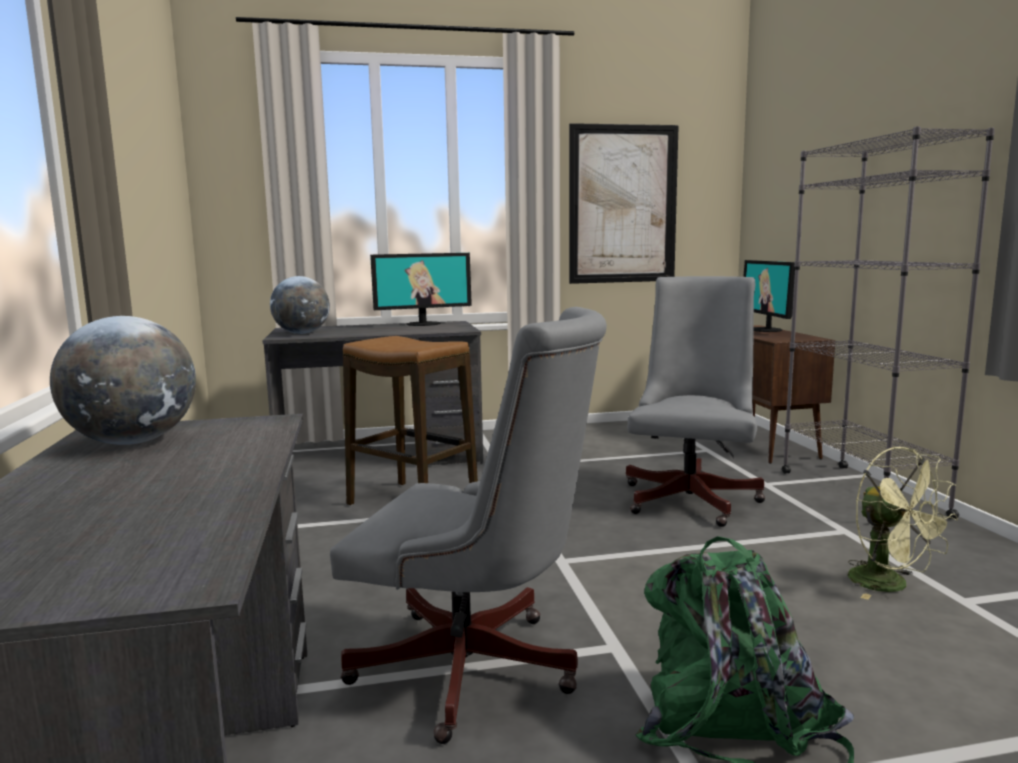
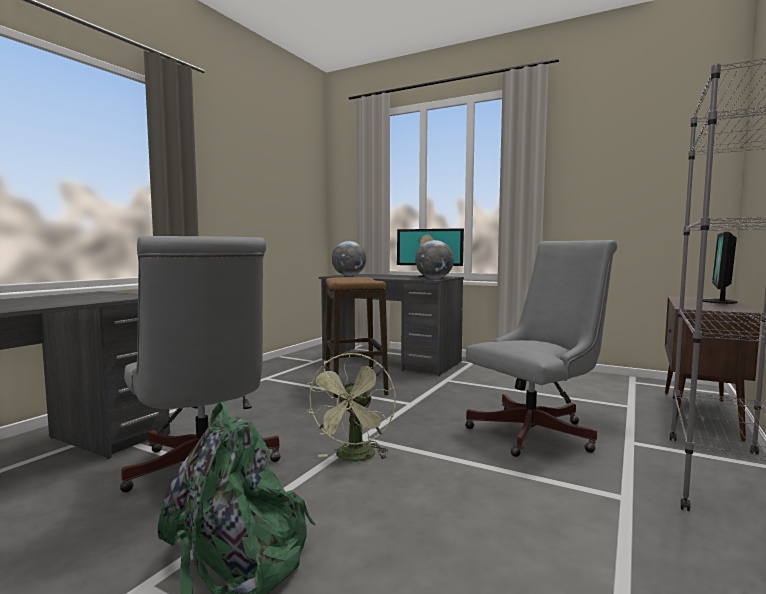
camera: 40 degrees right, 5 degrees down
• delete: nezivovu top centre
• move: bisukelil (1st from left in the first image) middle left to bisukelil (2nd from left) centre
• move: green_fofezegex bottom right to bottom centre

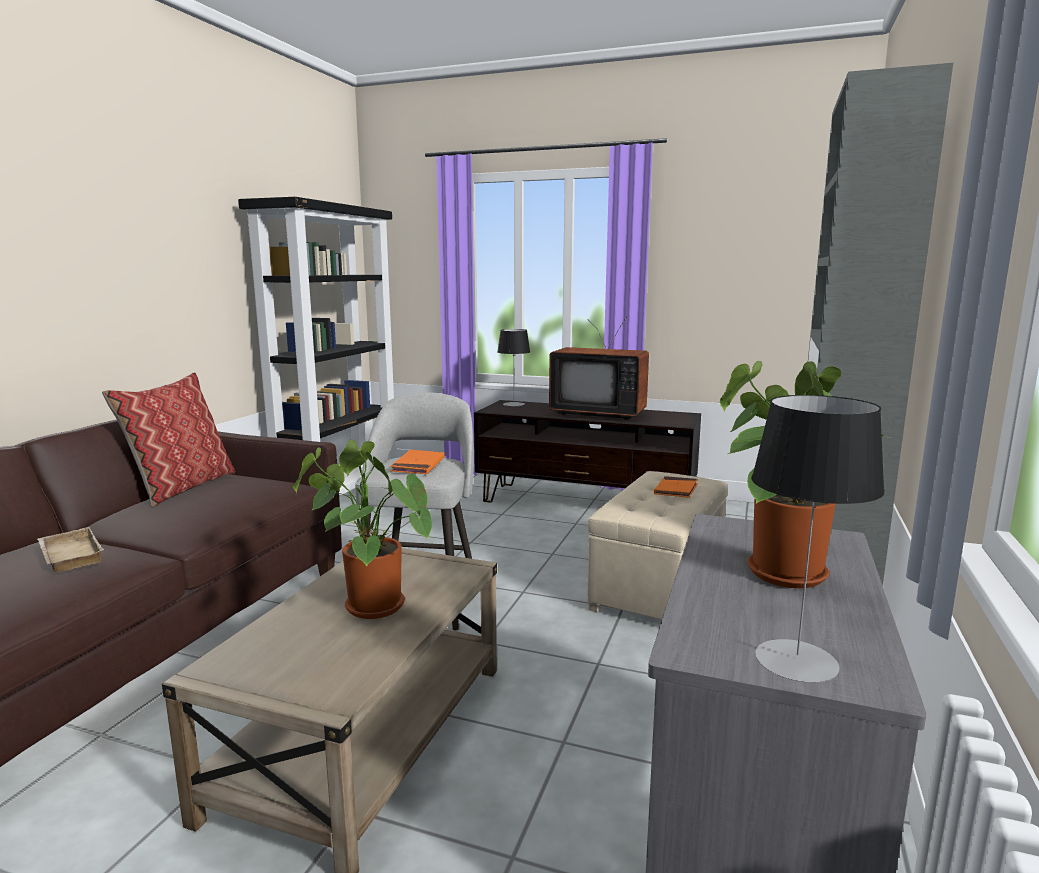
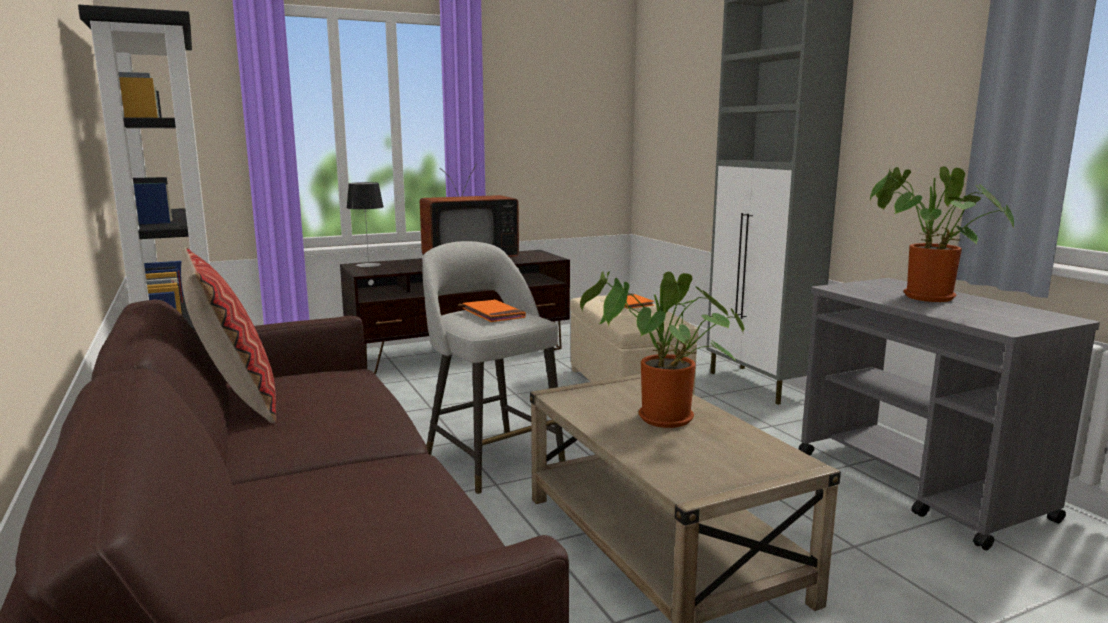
camera: 45 degrees left, 0 degrees up
• delete: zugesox (2nd from left) middle right
• delete: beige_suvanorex middle left

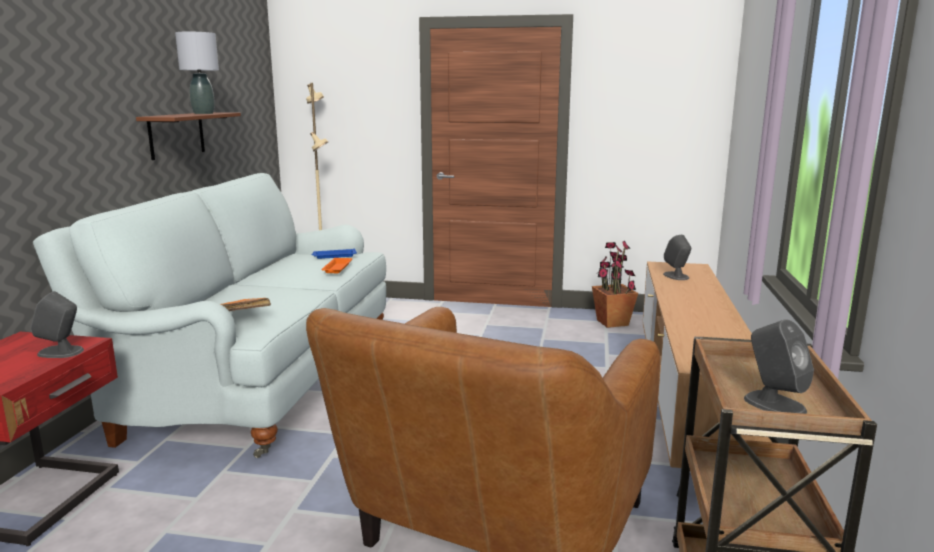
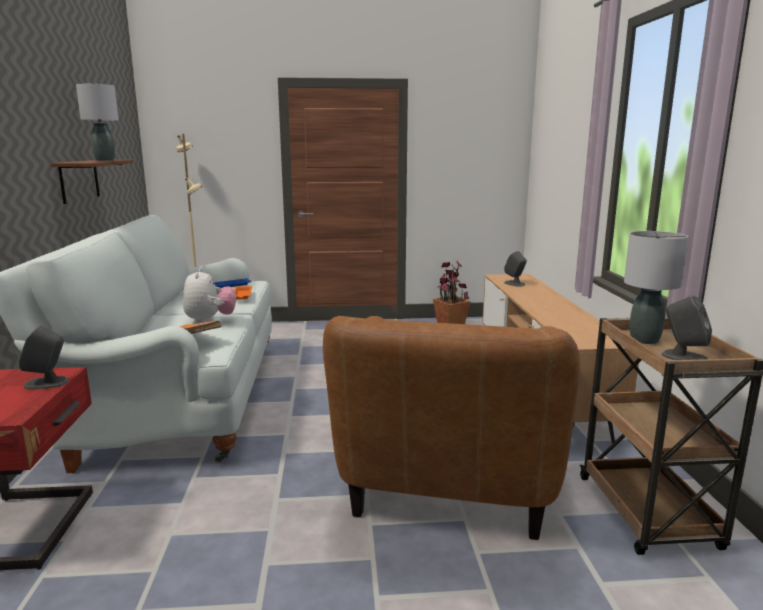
camera: 15 degrees left, 0 degrees up
• insert: grey_zugesox (2nd from left) middle right
• insert: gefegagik middle left

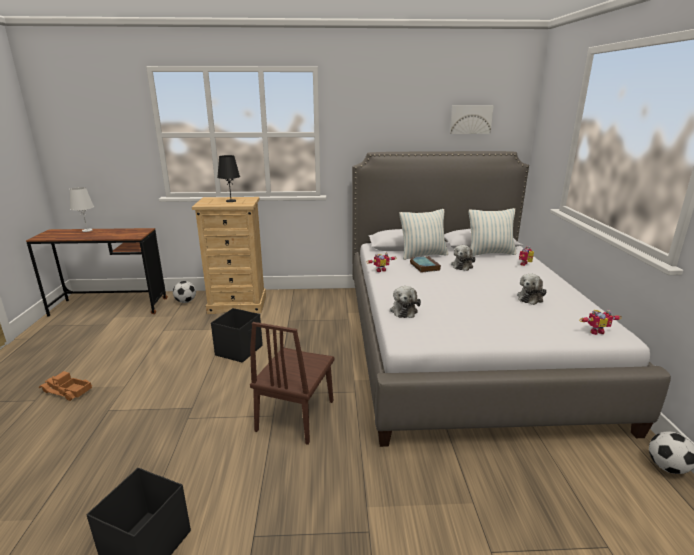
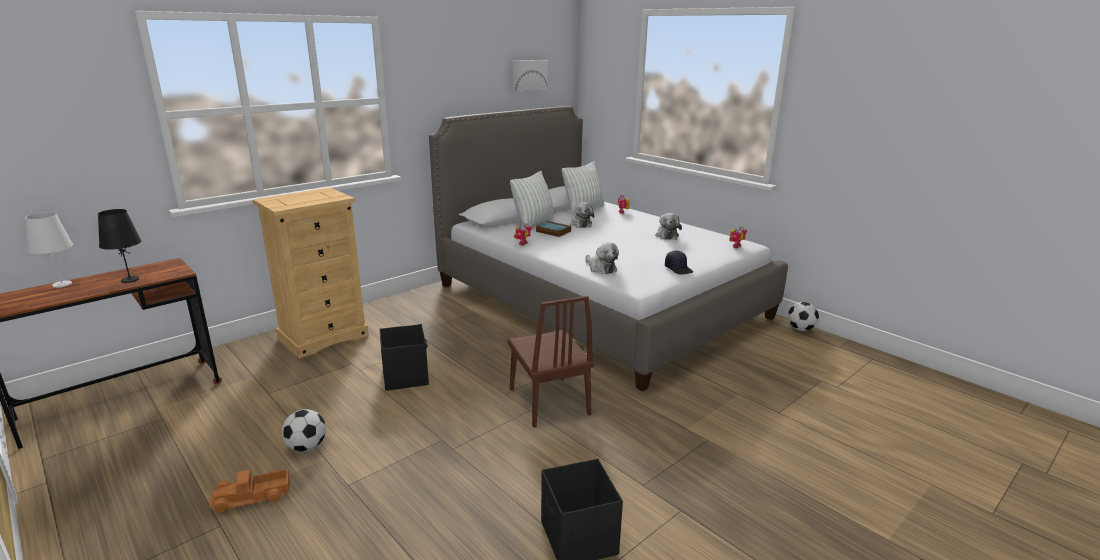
camera: 40 degrees left, 0 degrees up
• move: black_zugesox top left to middle left
• move: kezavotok (1st from left) middle left to bottom left
• insert: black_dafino centre

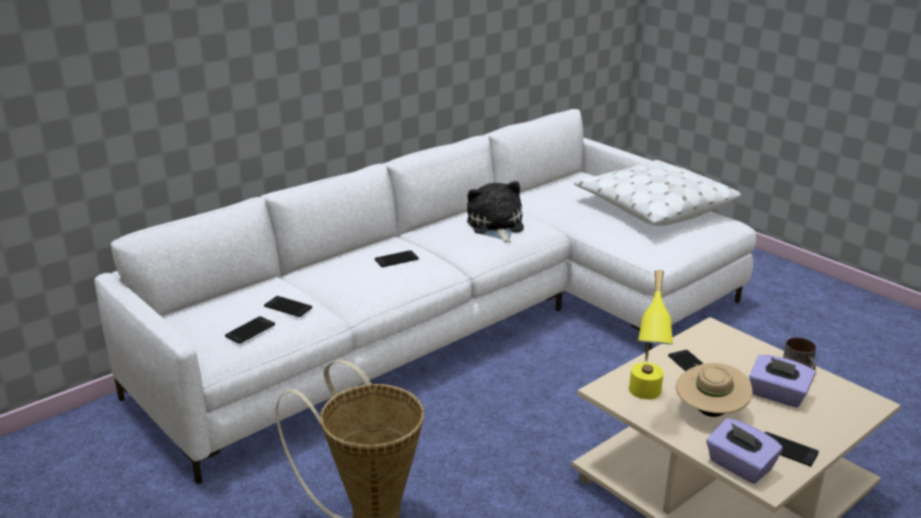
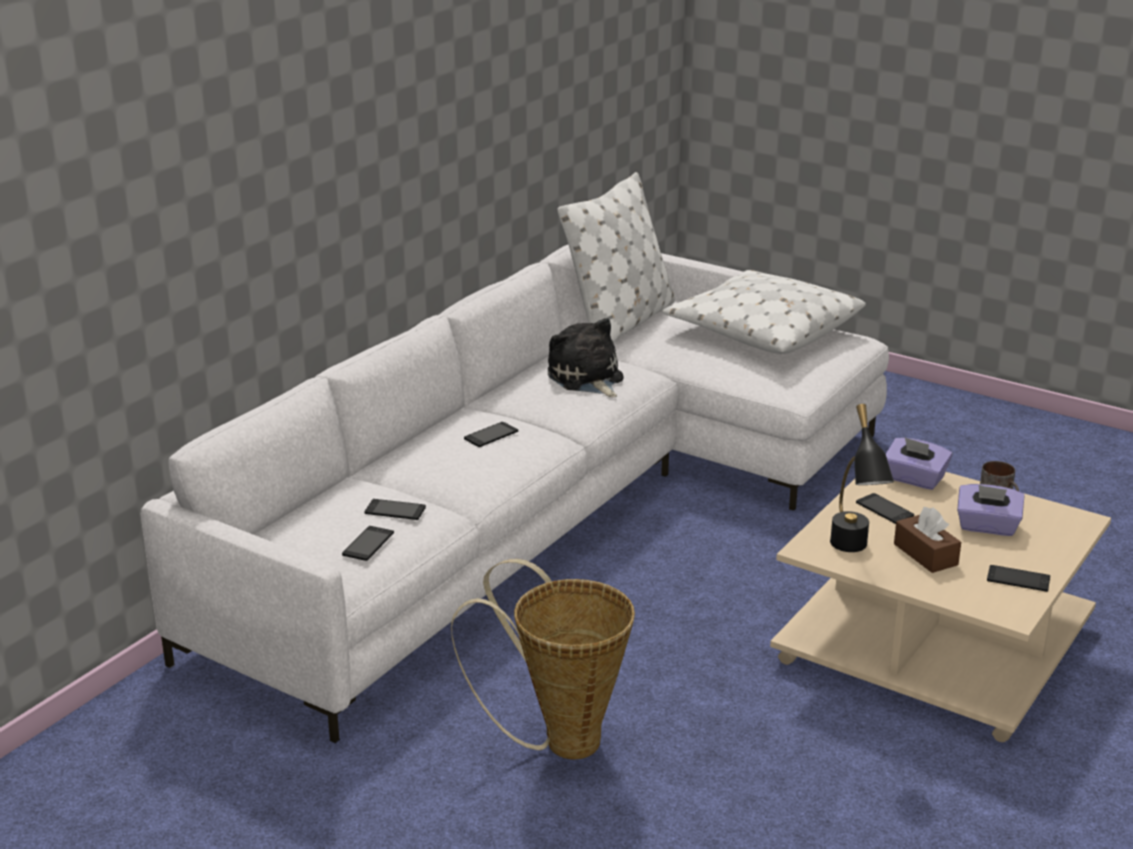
camera: 15 degrees left, 0 degrees up
• recolor: yellow_zugesox middle right to black_zugesox middle right
• replace: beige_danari bottom right to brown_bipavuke middle right
• move: purple_bipavuke (1st from left) bottom right to middle right
• insert: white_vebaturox (1st from left) top centre

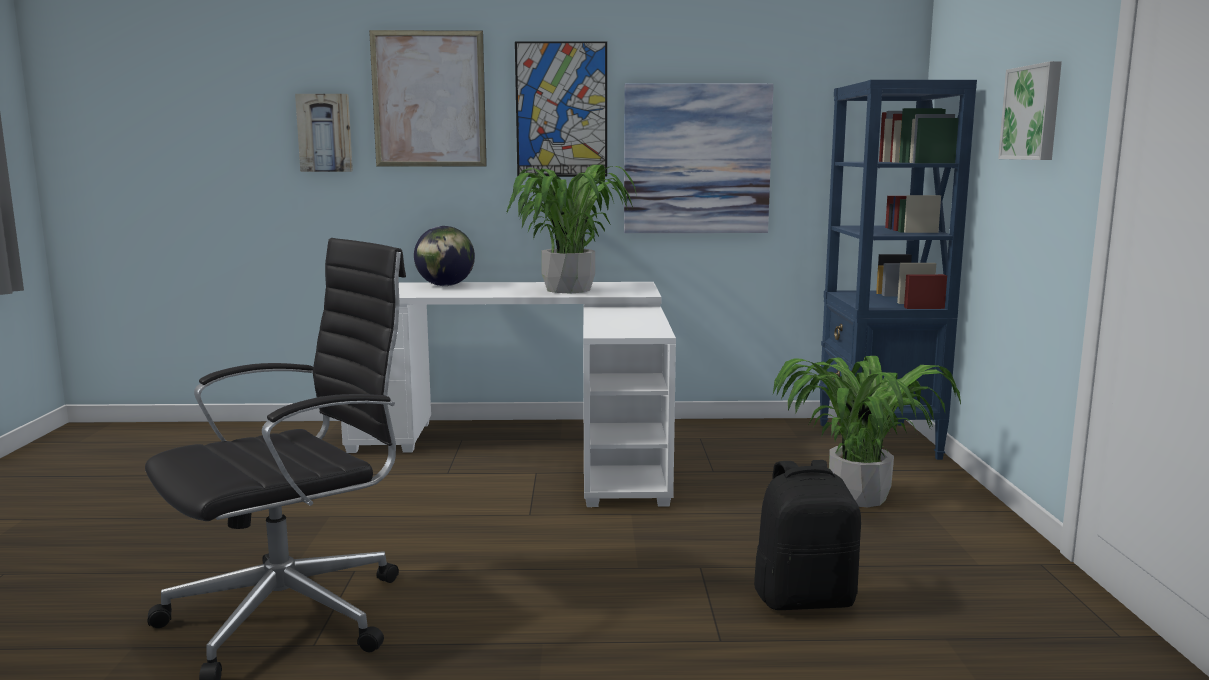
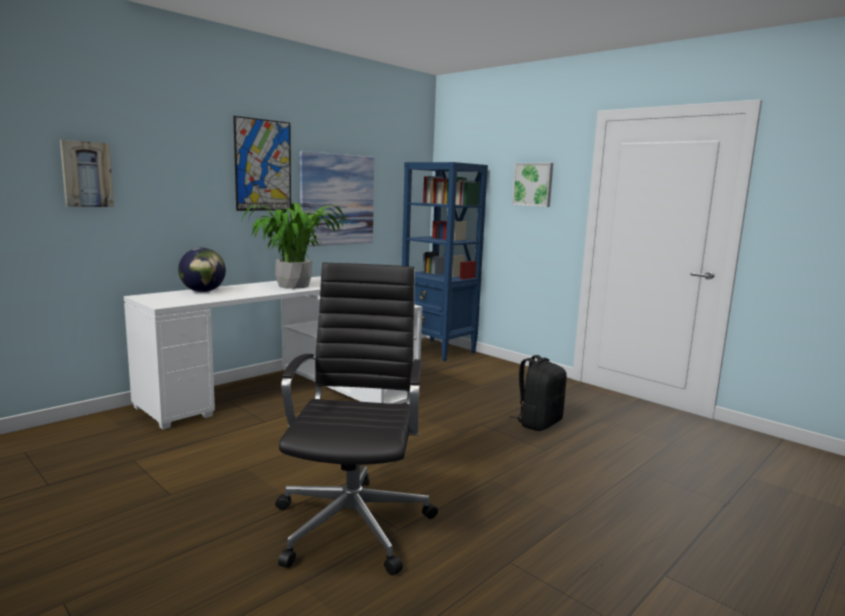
camera: 45 degrees left, 0 degrees up
• delete: nezivovu (2nd from left) top centre
• delete: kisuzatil (2nd from left) middle right

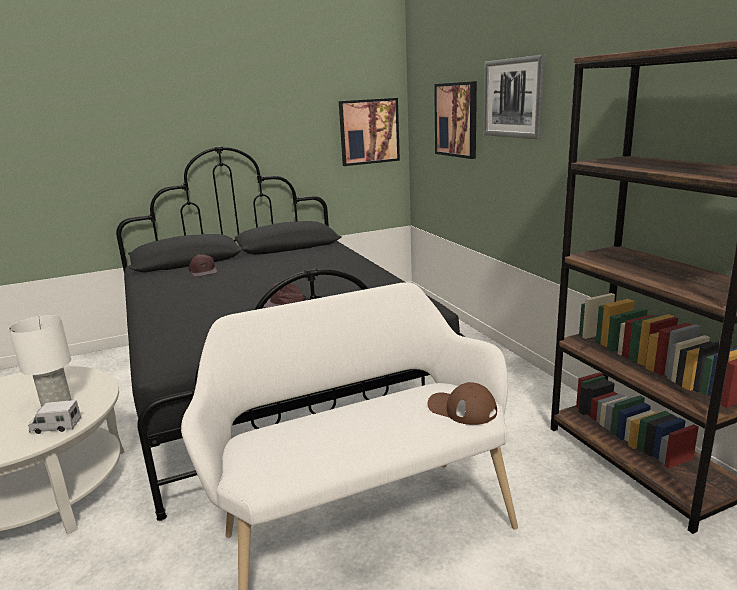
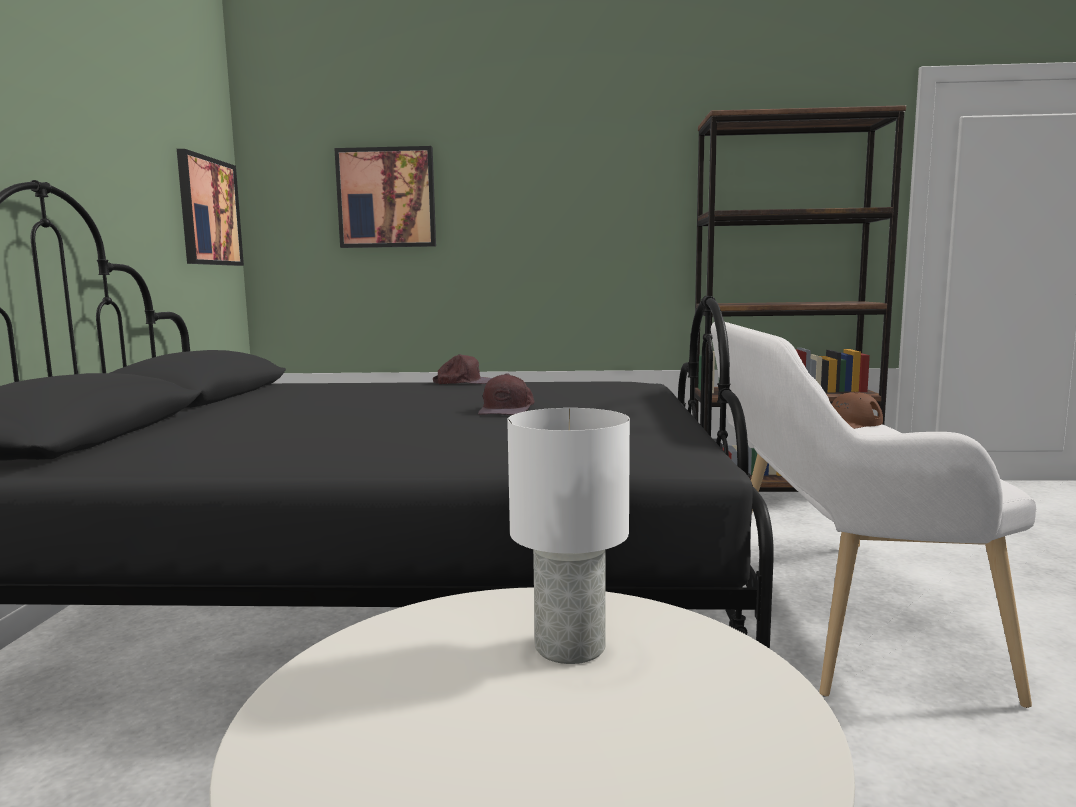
camera: 65 degrees left, 10 degrees down
• delete: nezivovu (3rd from left) top right
• move: brown_dafino (1st from left) middle left to centre
• delete: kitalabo bottom left

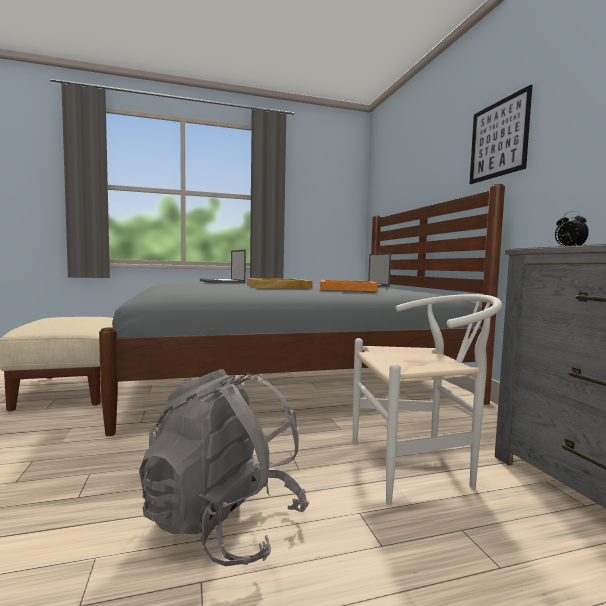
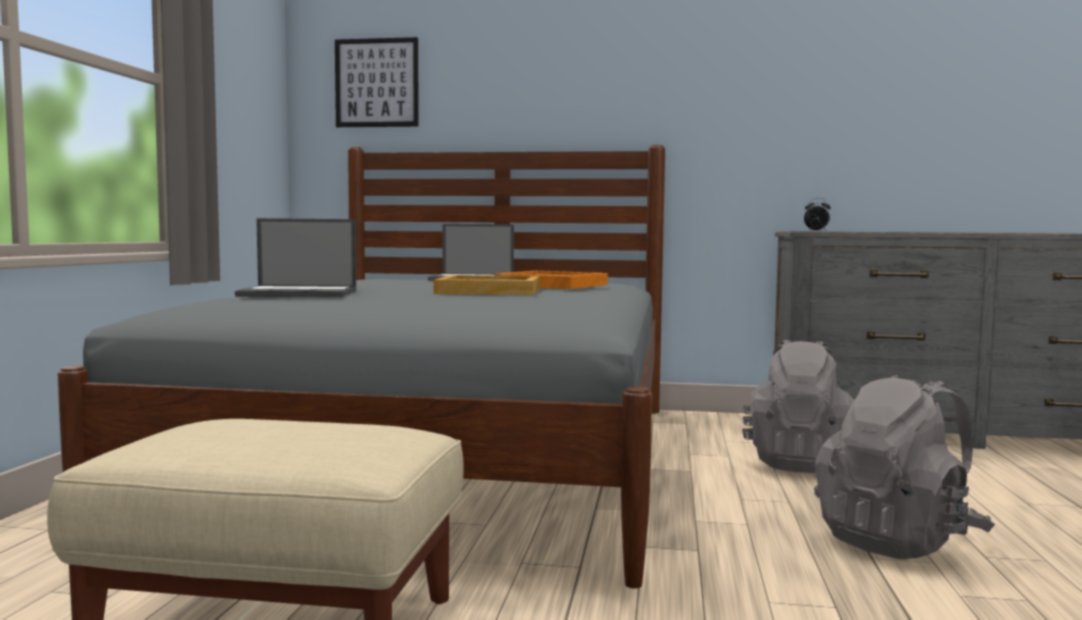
camera: 65 degrees left, 0 degrees up
• move: nezivovu top right to top centre
• replace: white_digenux middle right to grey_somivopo (1st from left) middle right

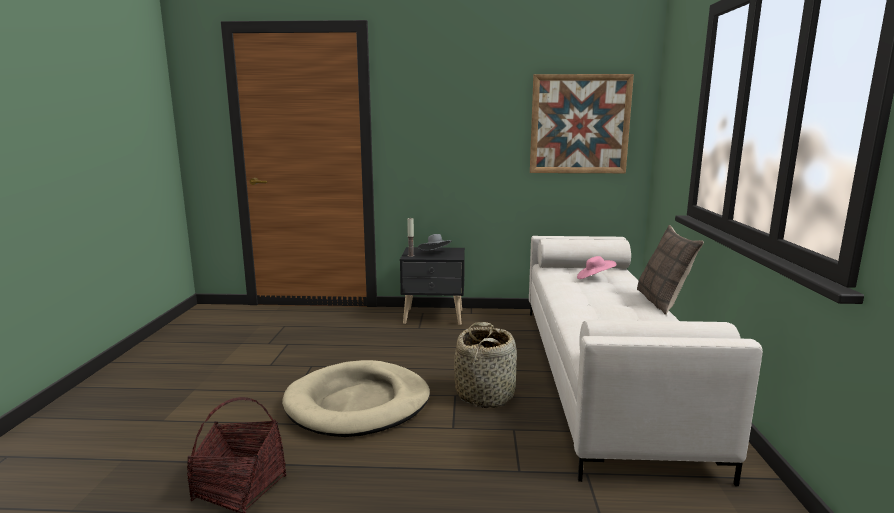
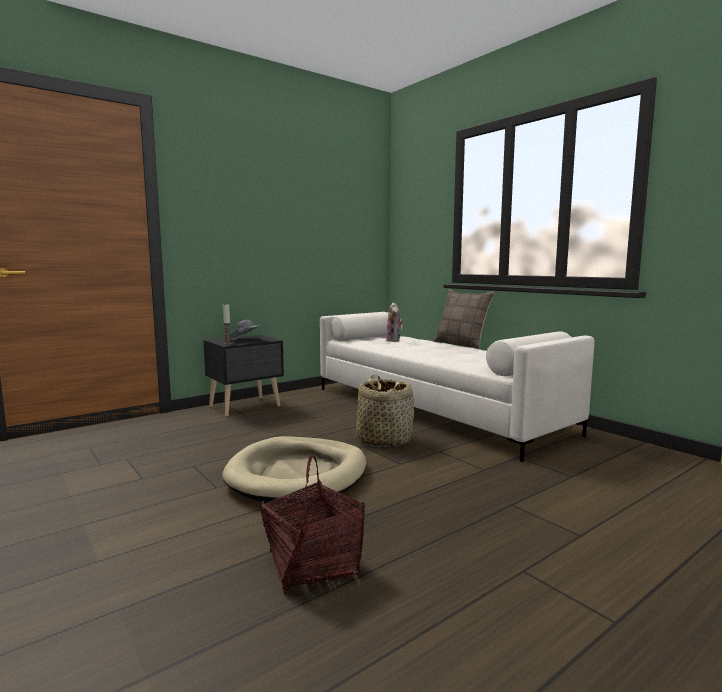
camera: 40 degrees left, 5 degrees down
• delete: nezivovu top centre
• replace: pink_danari middle right to gefegagik centre

